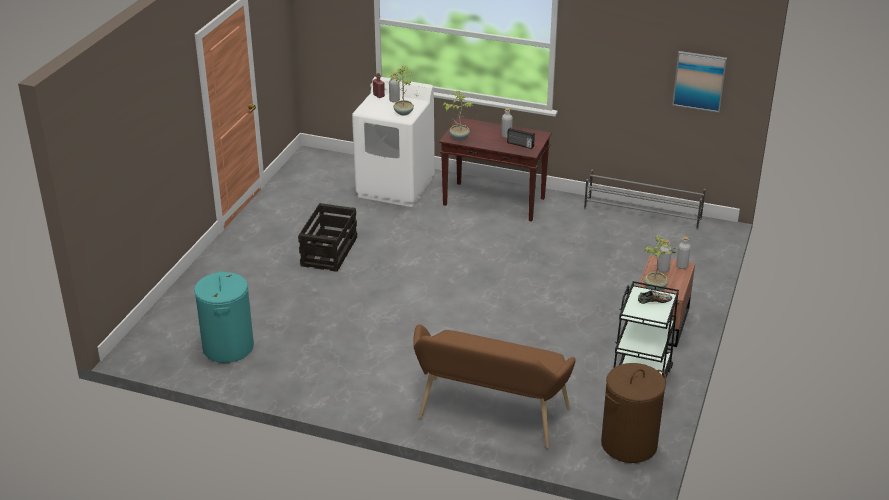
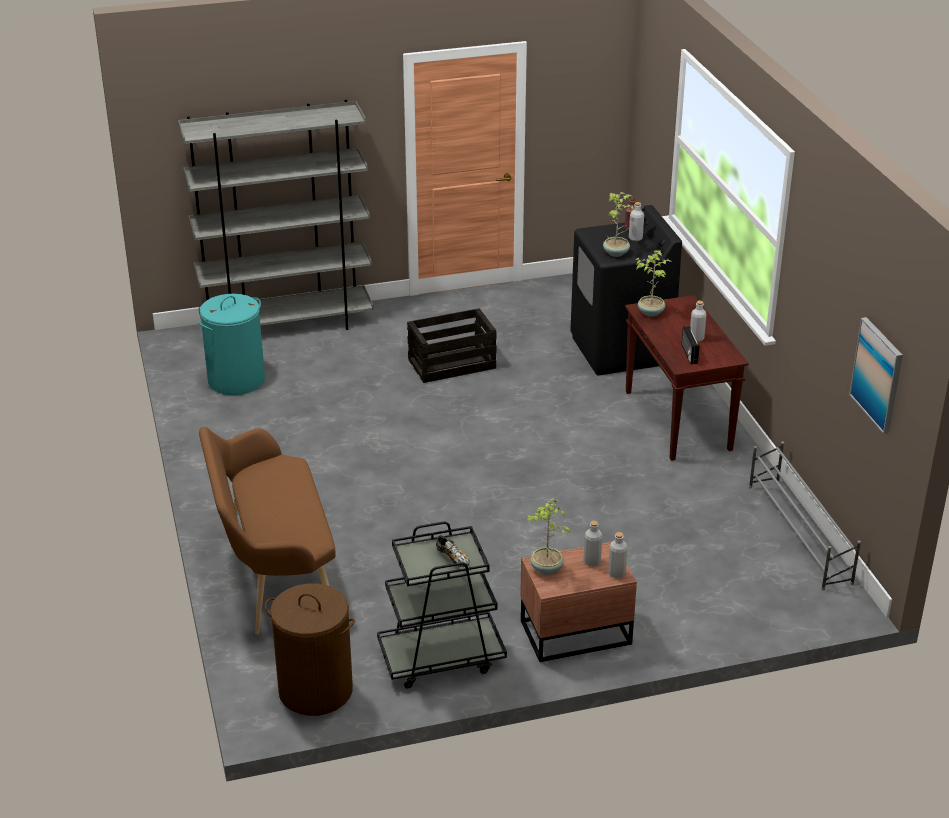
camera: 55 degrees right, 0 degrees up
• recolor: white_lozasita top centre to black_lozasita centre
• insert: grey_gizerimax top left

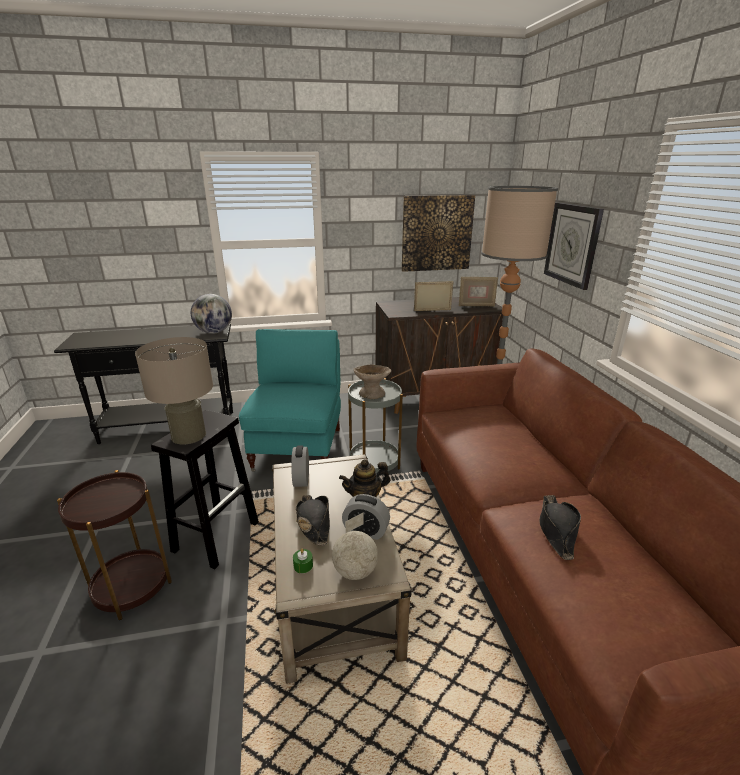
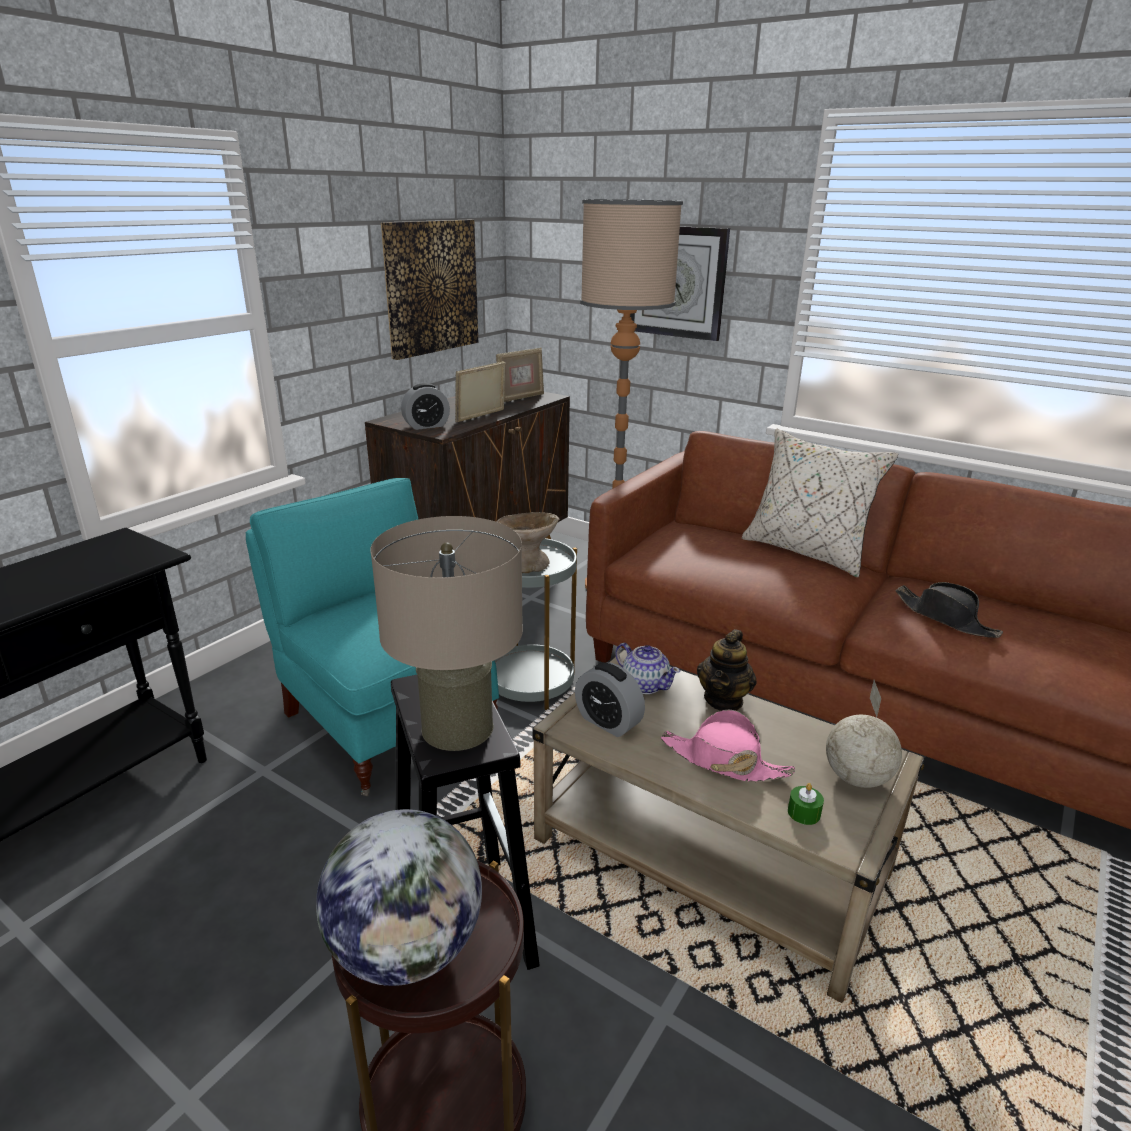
camera: 45 degrees left, 0 degrees up
• move: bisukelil (1st from left) middle left to bottom centre
• move: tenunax (2nd from left in the first image) bottom centre to tenunax (1st from left) centre
• recolor: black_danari (1st from left) bottom centre to pink_danari centre
• insert: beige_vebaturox middle right
• insert: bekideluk (1st from left) centre

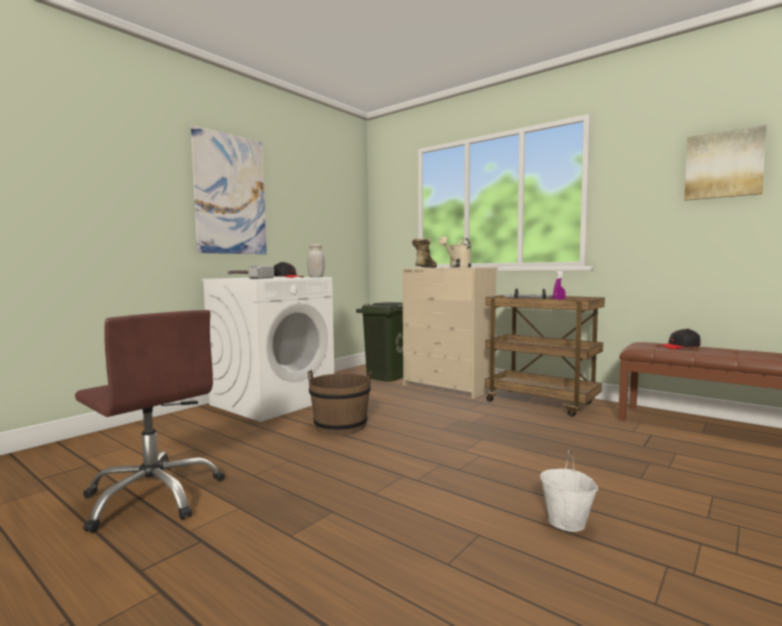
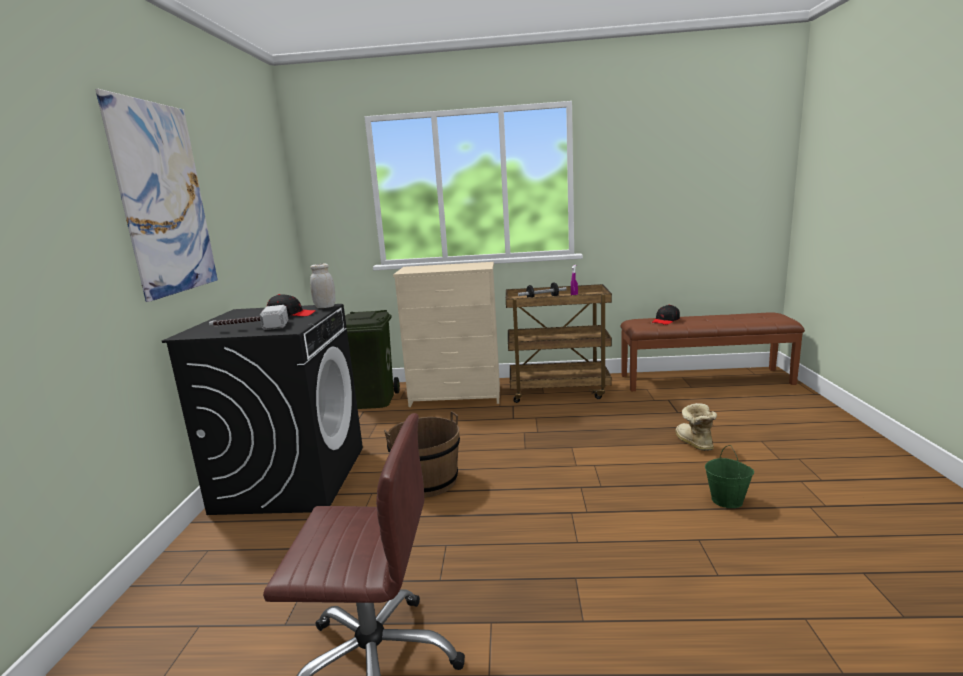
camera: 35 degrees left, 10 degrees up
• delete: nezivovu (2nd from left) top right
• delete: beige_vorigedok centre
• move: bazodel centre to middle right
• recolor: white_lozasita centre to black_lozasita middle left
• recolor: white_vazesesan bottom right to green_vazesesan bottom right

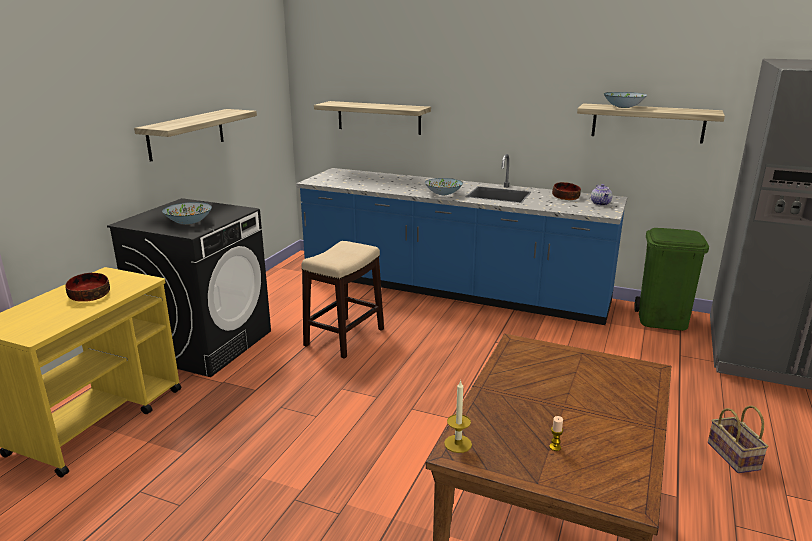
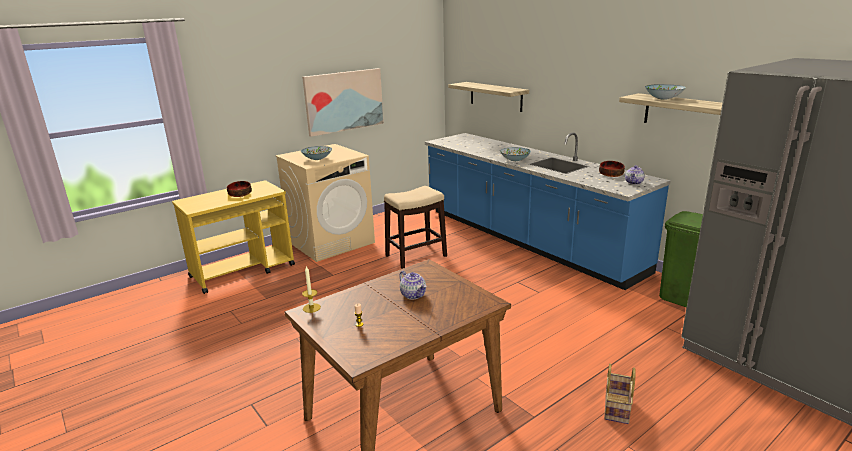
camera: 30 degrees right, 0 degrees up
• replace: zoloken (1st from left) top left to nezivovu top centre
• recolor: black_lozasita middle left to beige_lozasita centre
• insert: bekideluk (1st from left) centre

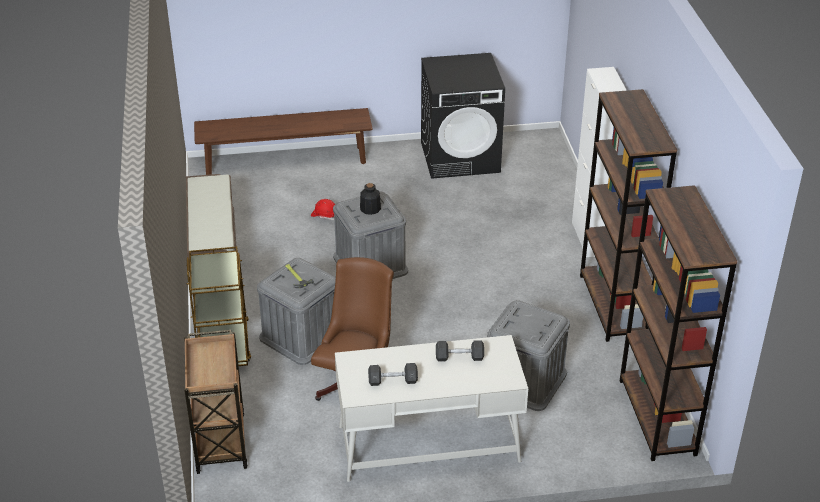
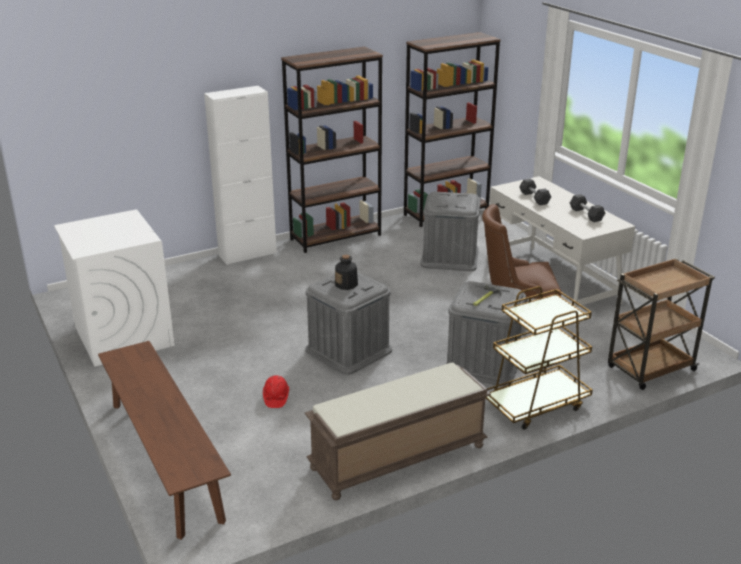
camera: 110 degrees left, 10 degrees down
• recolor: black_lozasita top centre to white_lozasita middle left

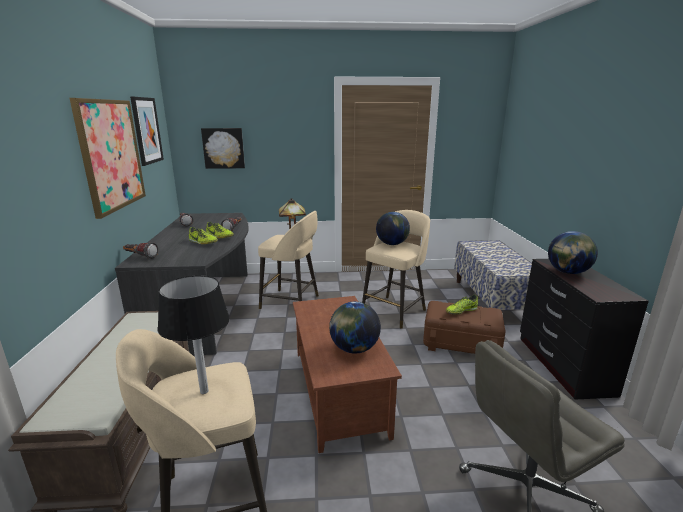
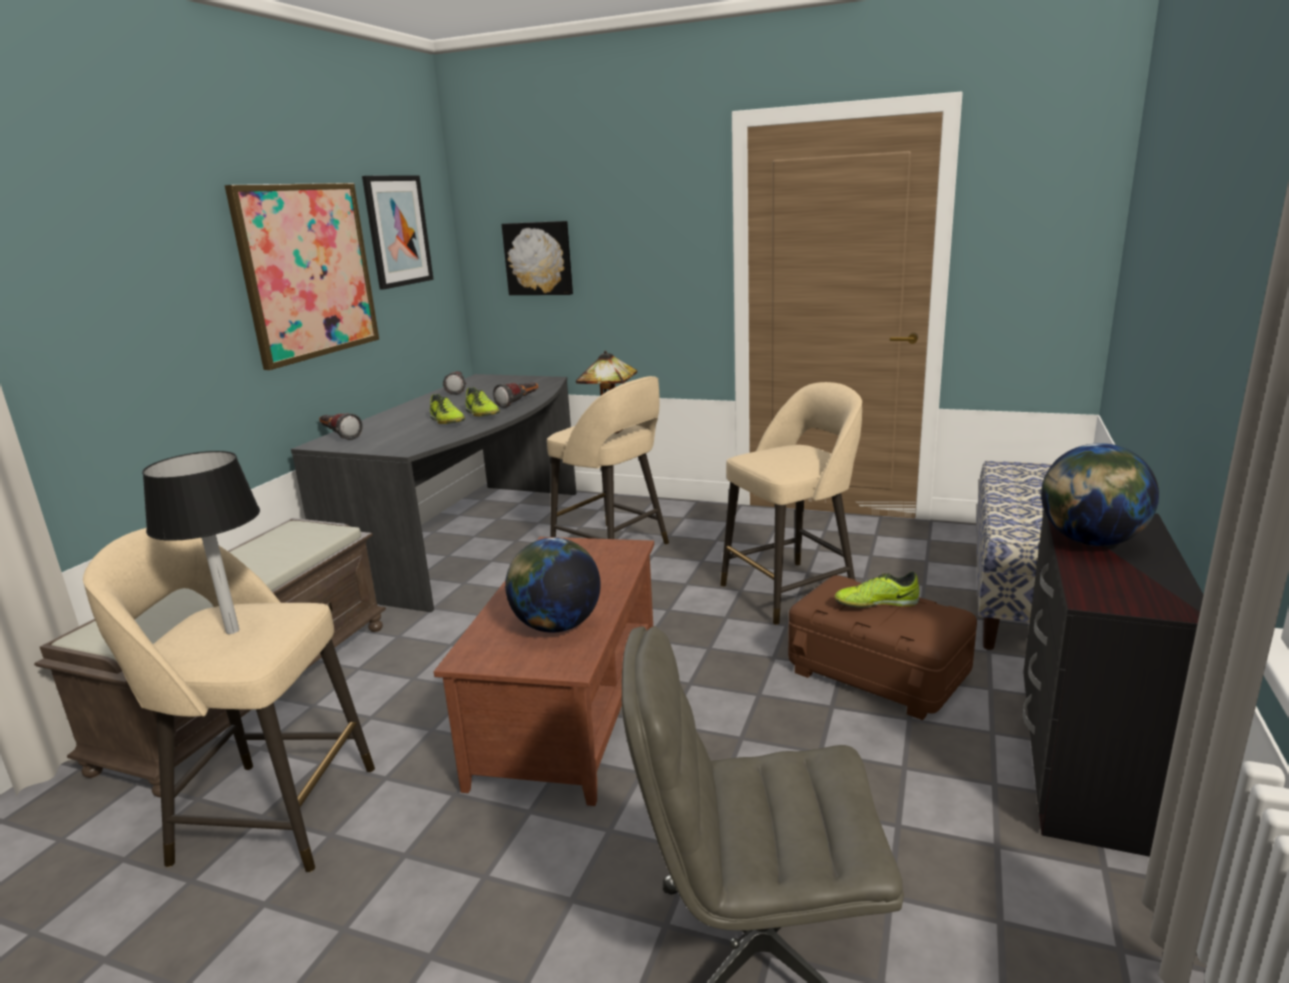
camera: 25 degrees right, 0 degrees up
• delete: bisukelil (2nd from left) centre

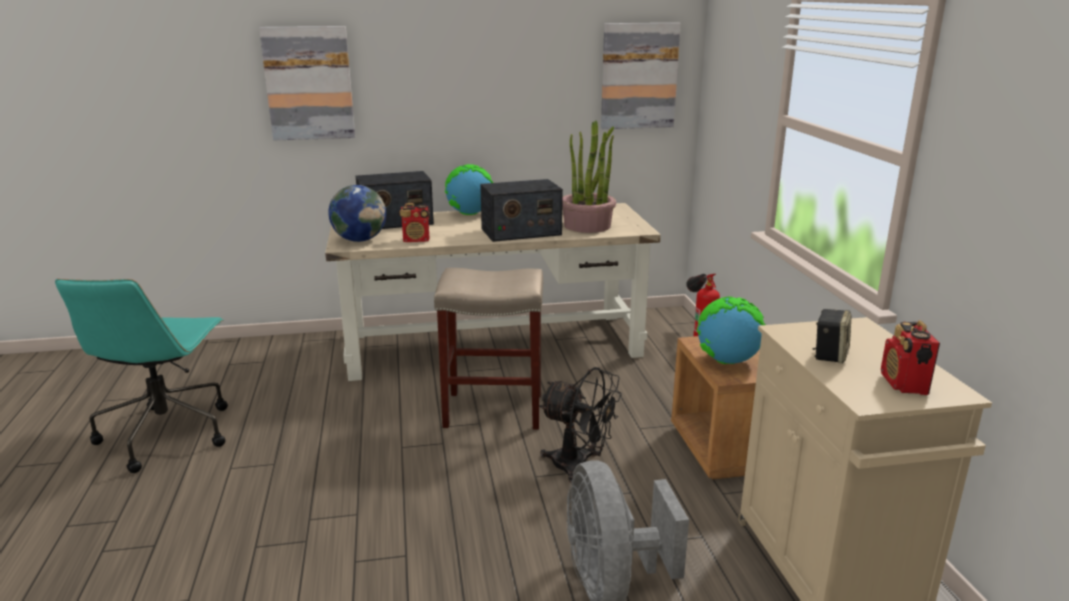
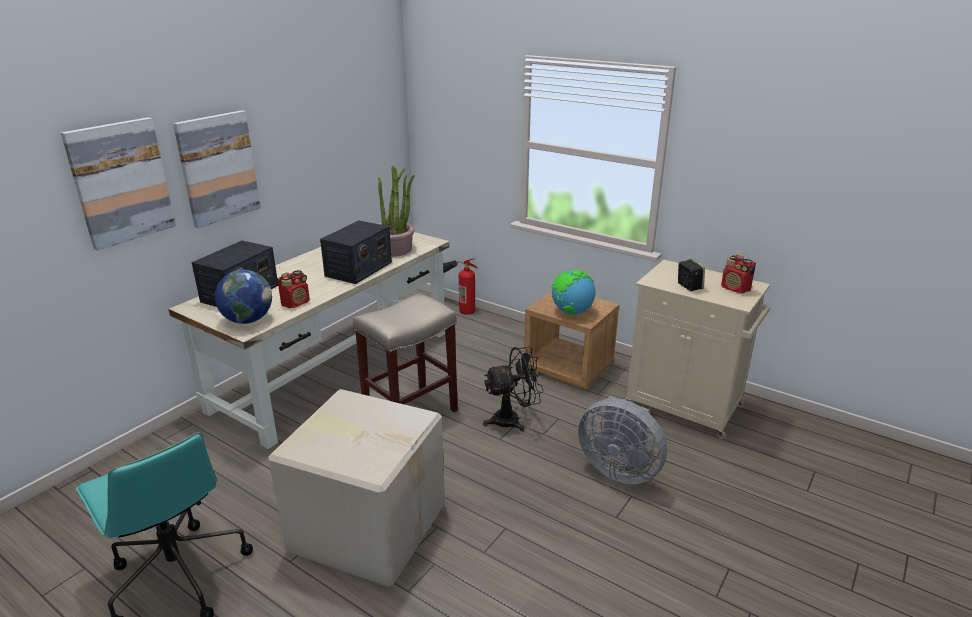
camera: 45 degrees left, 5 degrees up
• move: nezivovu (2nd from left) top centre to top left
• delete: bisukelil (2nd from left) top centre
• insert: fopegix bottom centre

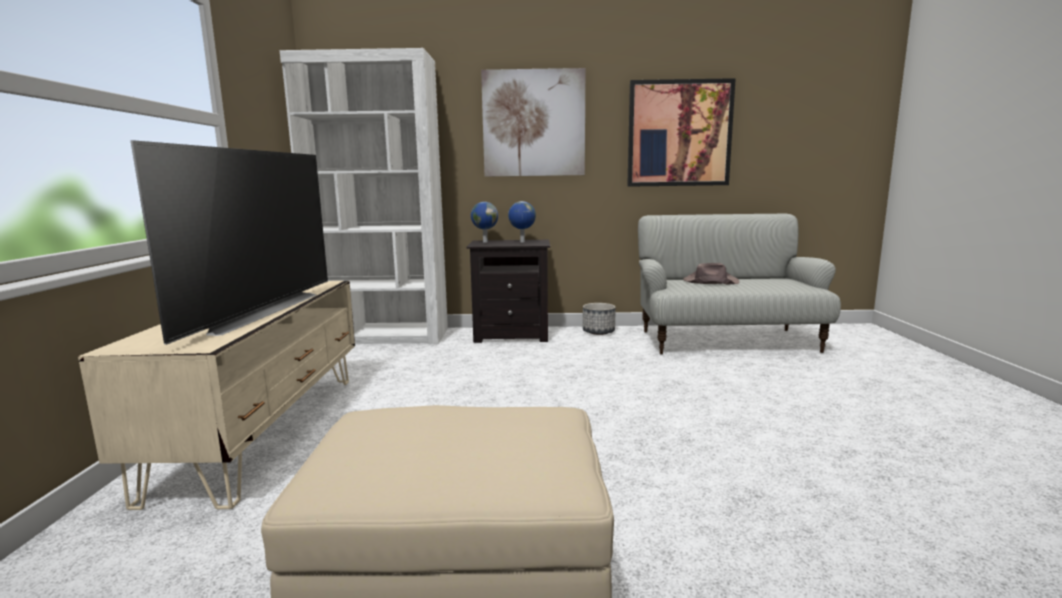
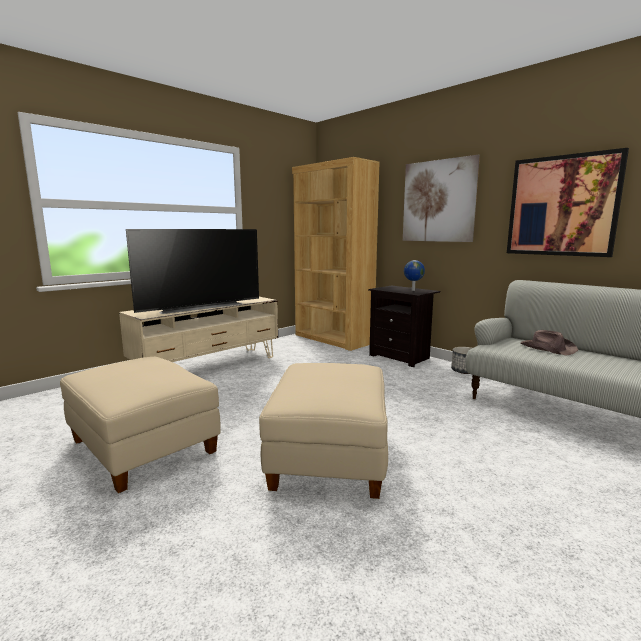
camera: 45 degrees right, 0 degrees up
• recolor: white_gizerimax top centre to brown_gizerimax centre
• delete: bisukelil (1st from left) centre
• insert: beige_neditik (2nd from left) bottom centre

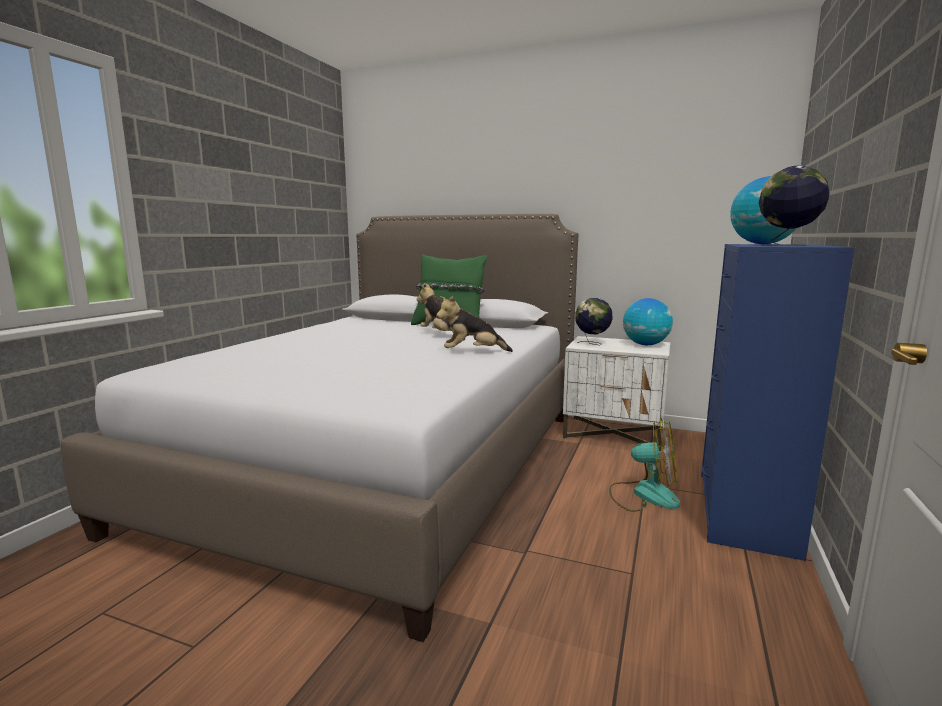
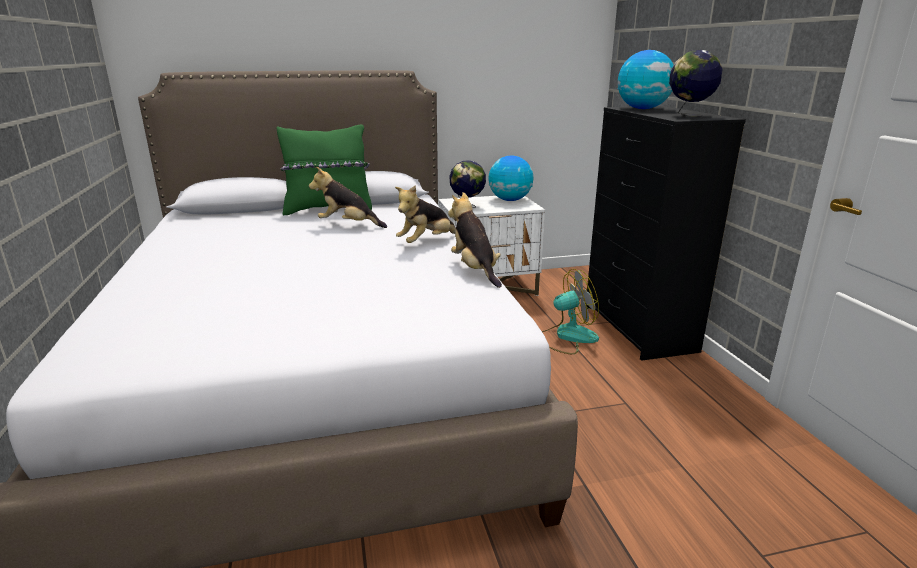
camera: 35 degrees left, 10 degrees up
• recolor: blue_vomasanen middle right to black_vomasanen middle right
• insert: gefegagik (3rd from left) centre

